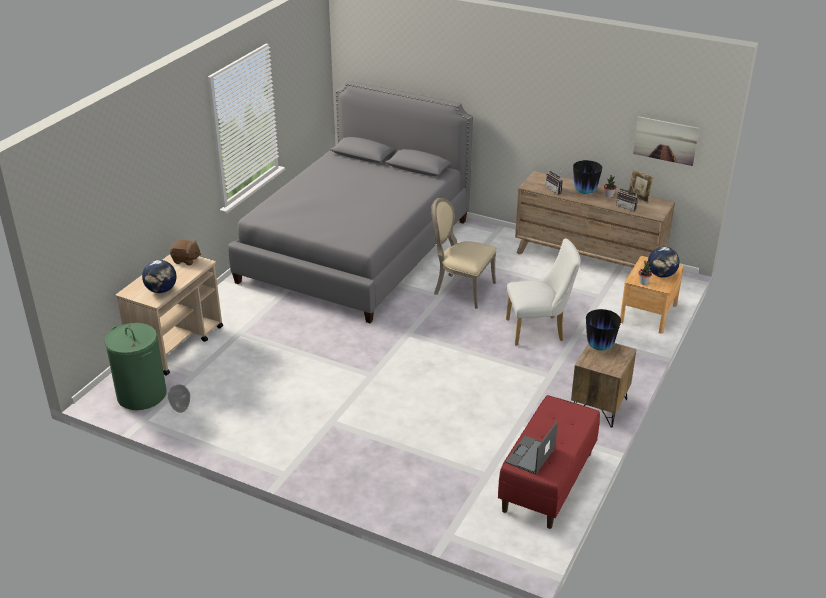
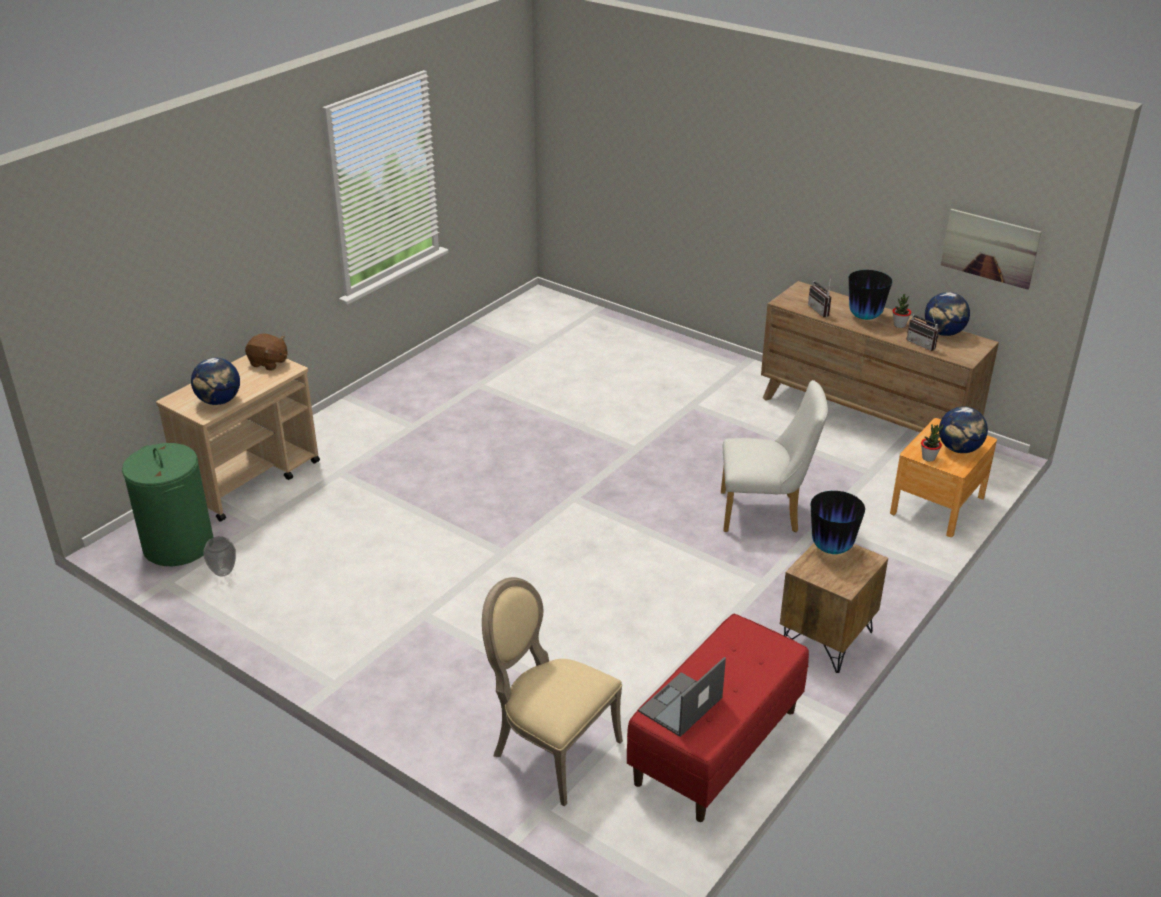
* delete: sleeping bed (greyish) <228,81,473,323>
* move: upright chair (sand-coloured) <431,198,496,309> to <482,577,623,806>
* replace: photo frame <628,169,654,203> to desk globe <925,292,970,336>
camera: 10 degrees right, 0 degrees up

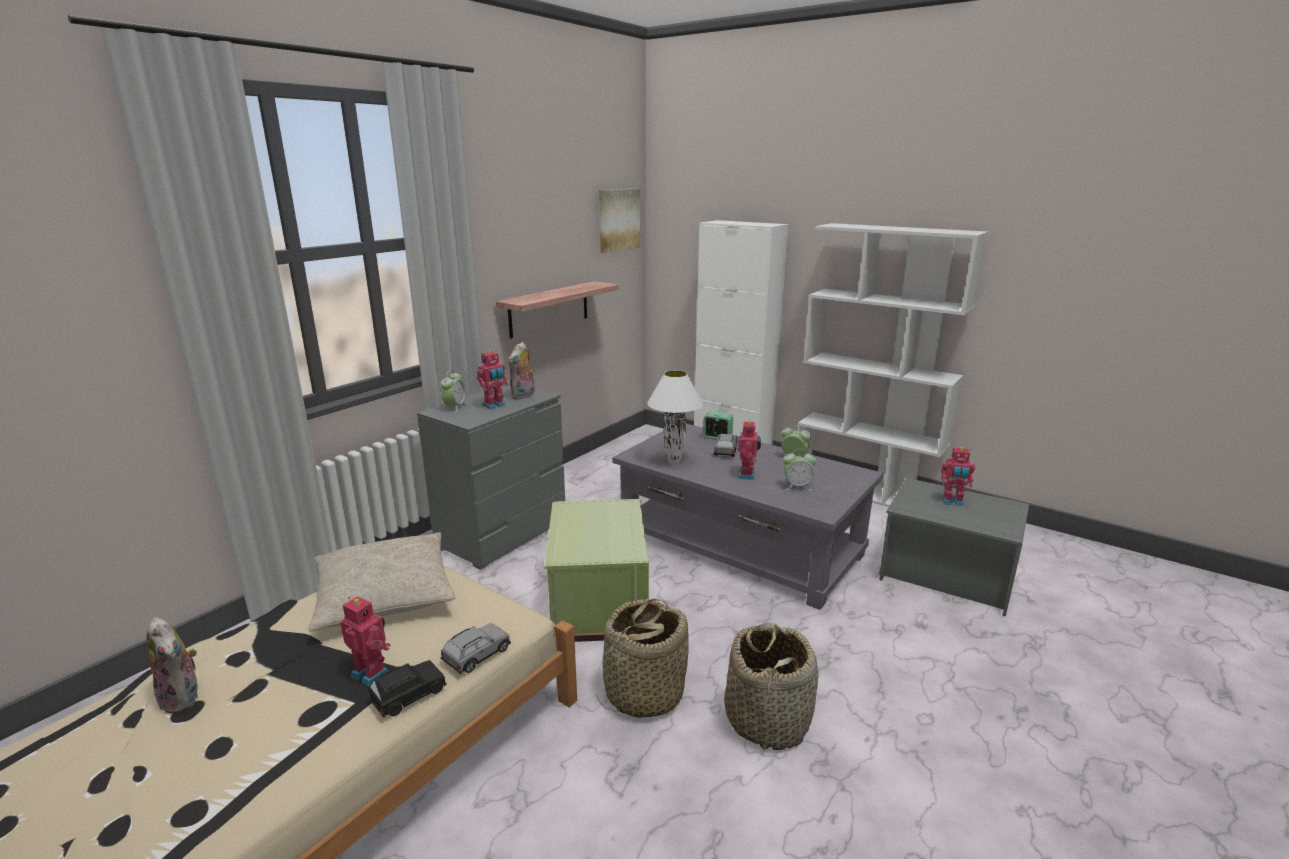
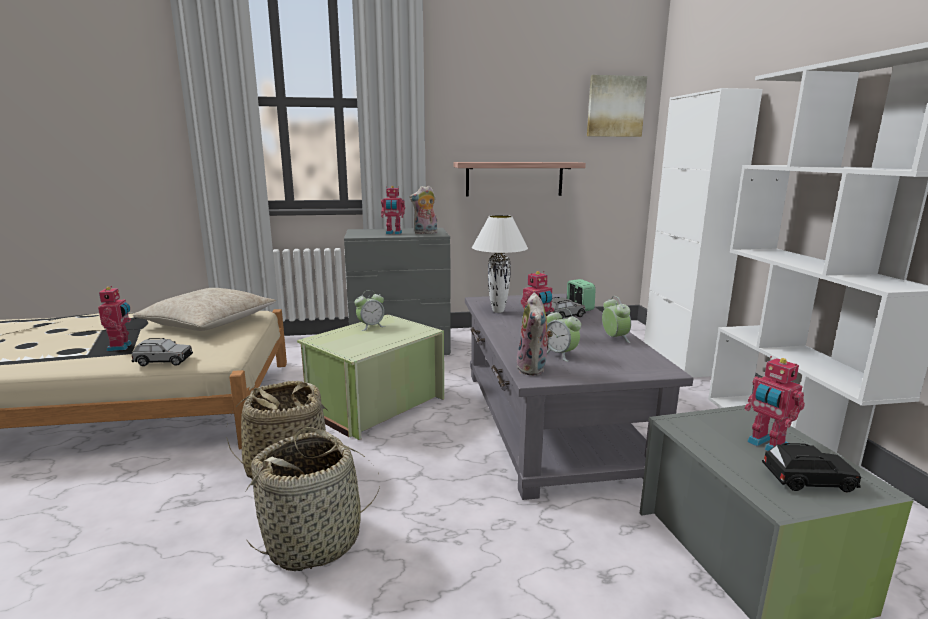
* move: plush toy <146,617,199,714> to <517,293,553,376>
* move: toy car (black) <367,660,447,717> to <762,443,861,492>
* move: alarm clock <441,370,467,413> to <355,290,385,331>
camera: 45 degrees right, 5 degrees down

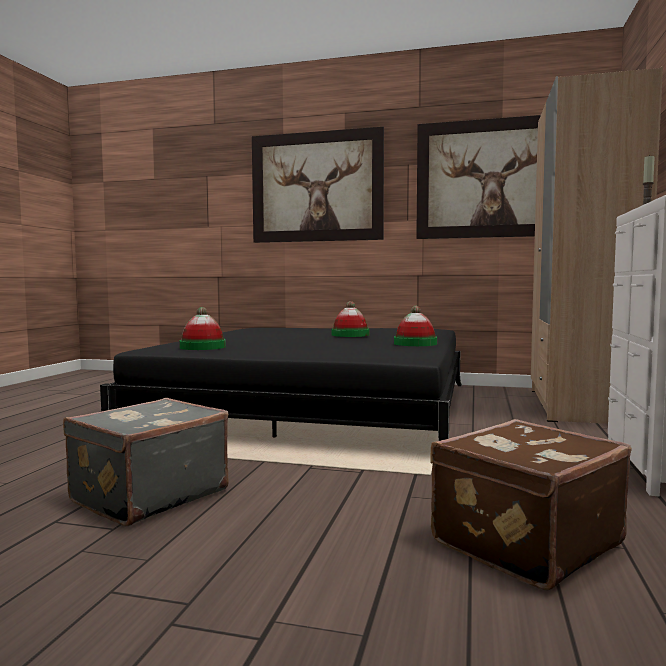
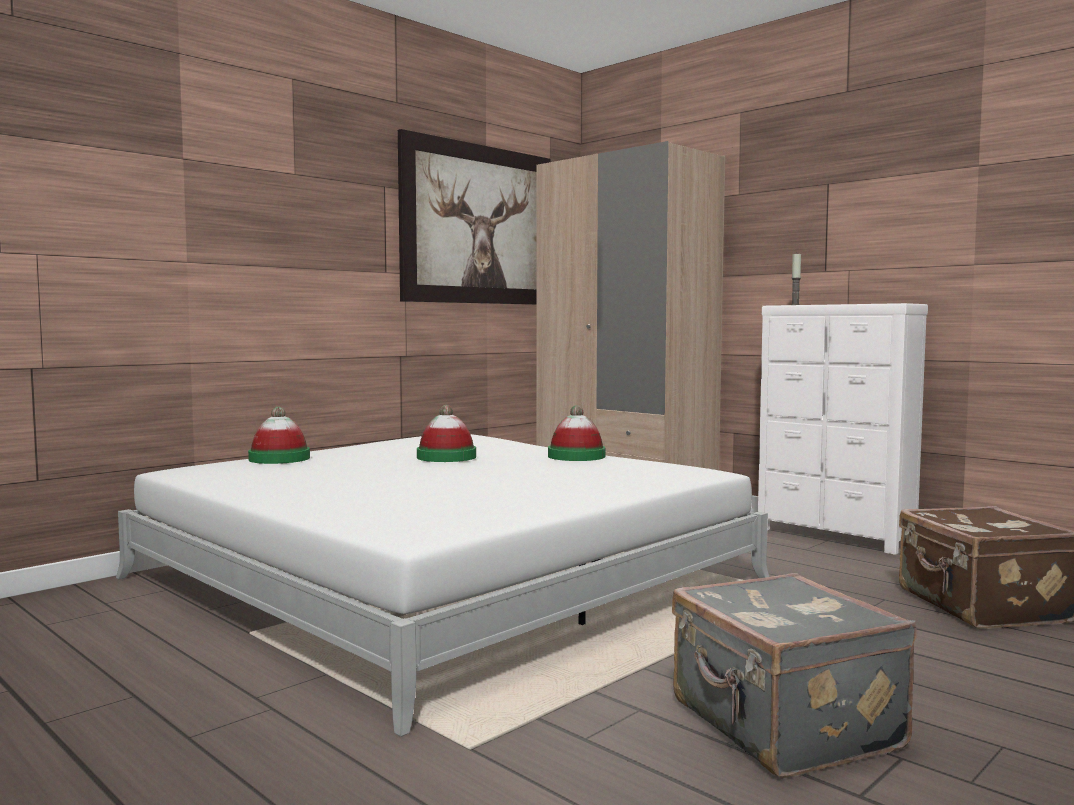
* delete: picture <252,127,384,243>
* move: clothing hat <179,307,226,350> to <248,407,310,464>
* recolor: sleeping bed (black) <100,328,462,441> to sleeping bed (white) <116,434,770,737>
camera: 60 degrees left, 0 degrees up

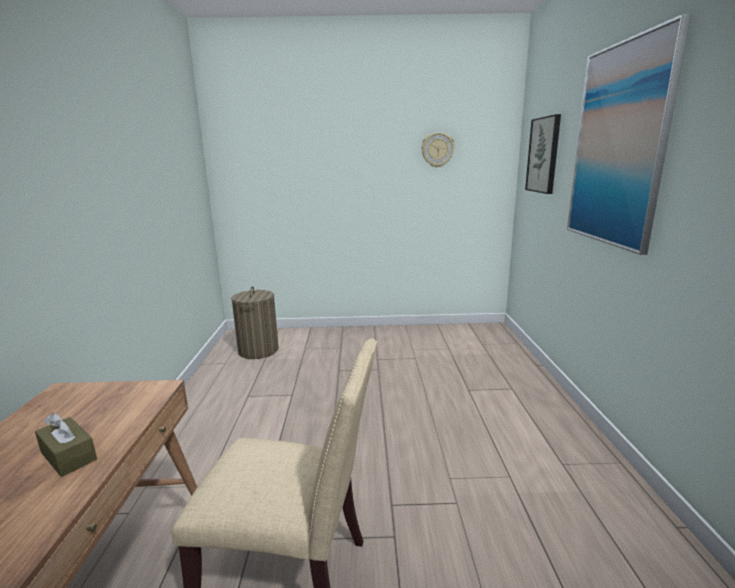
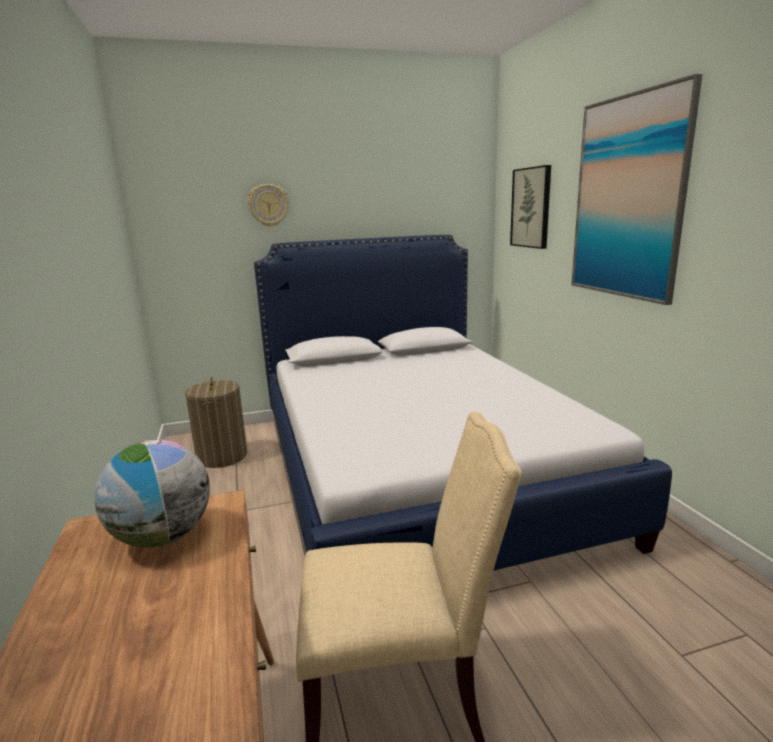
* delete: tissue box (brownish) <35,413,97,477>
* insert: desk globe <95,440,210,548>
* insert: sleeping bed <254,235,672,571>
* move: hanging clock <421,132,455,168> to <248,184,289,227>
camera: 15 degrees left, 0 degrees up

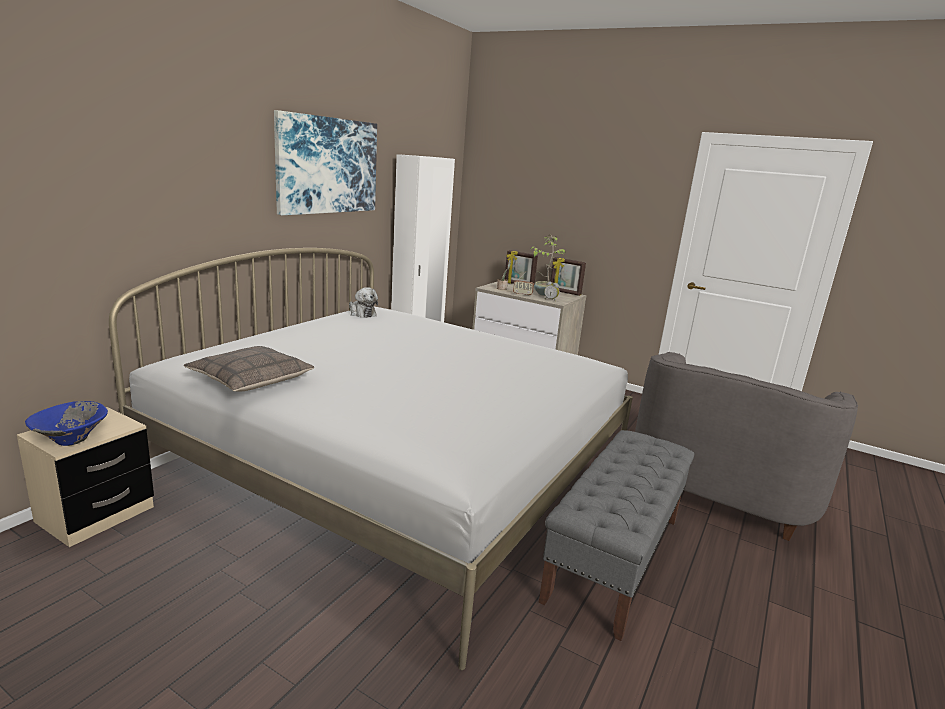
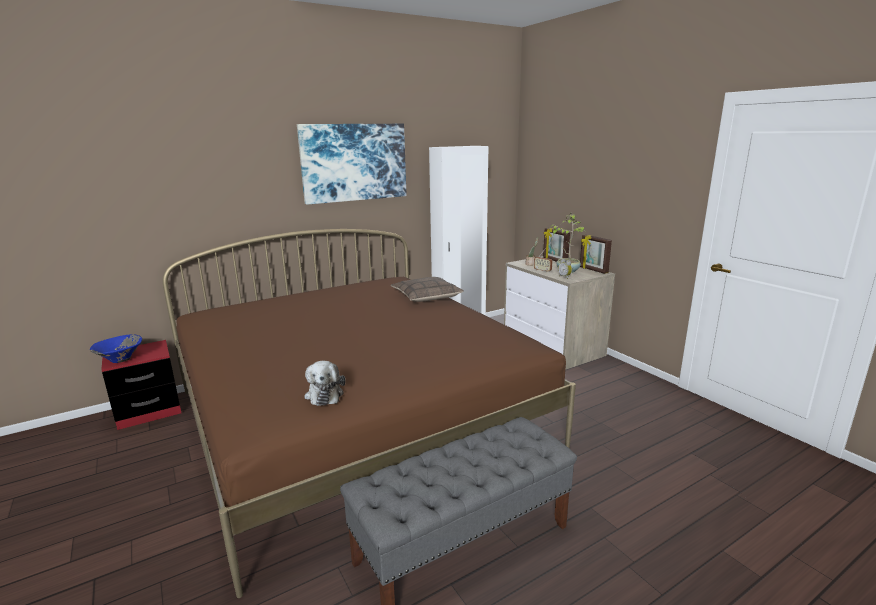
* delete: armchair (greyish) <635,352,858,541>
* move: pillow <184,346,314,392> to <391,277,464,302>
* move: plush toy <349,287,378,318> to <304,361,346,406>
* recolor: nightstand (sand-coloured) <17,407,154,547> to nightstand (red-coloured) <101,340,181,430>
* recolor: sleeping bed (white) <109,248,633,670> to sleeping bed (brownish) <163,229,576,598>
camera: 30 degrees right, 0 degrees up

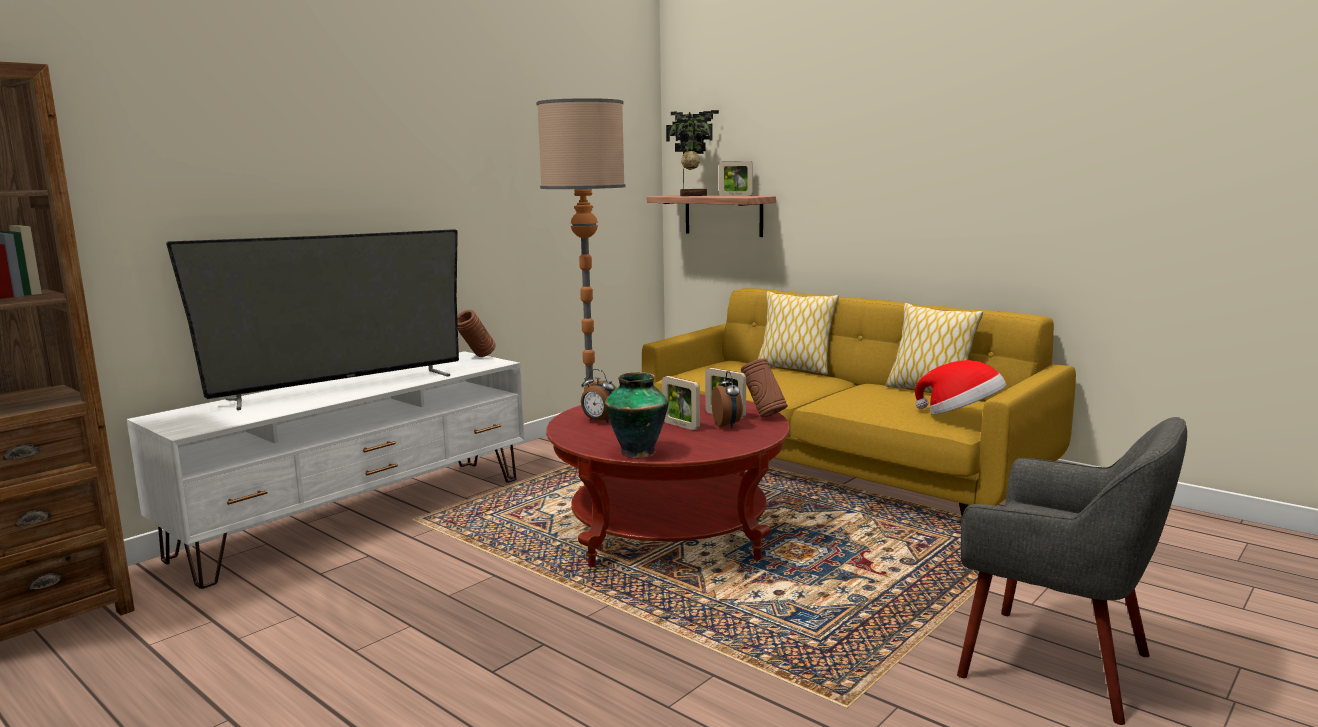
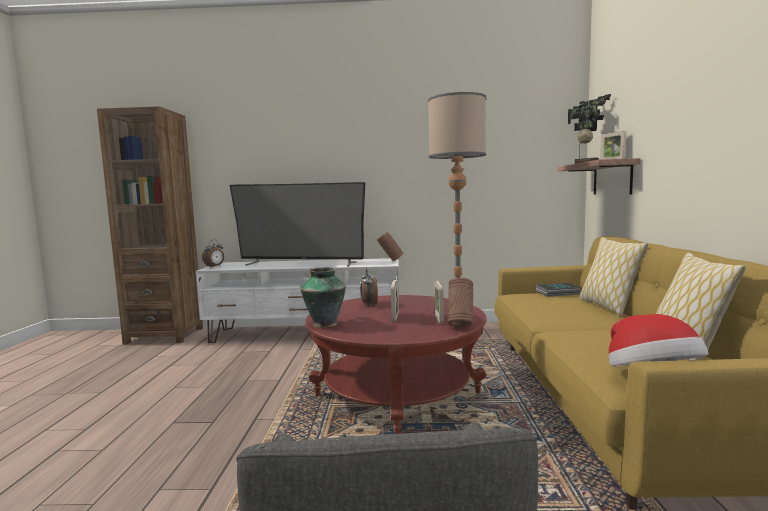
* insert: volume <536,283,582,297>
* move: alarm clock <711,371,742,428> to <202,240,224,268>
camera: 50 degrees right, 5 degrees down

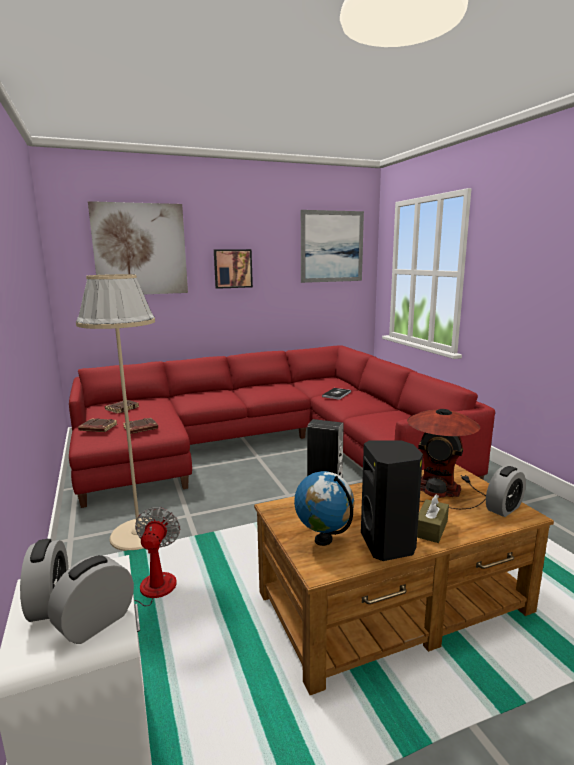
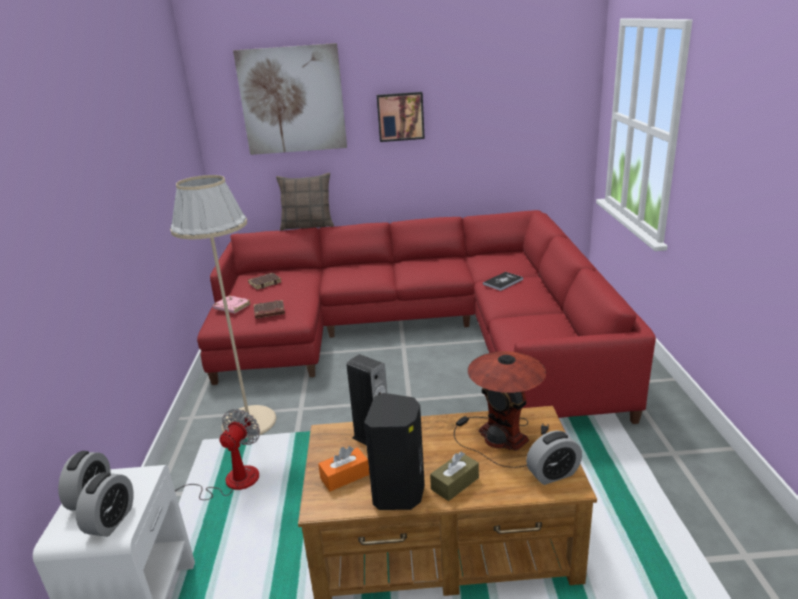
* delete: picture <301,210,364,283>
* insert: pillow <276,173,334,230>
* replace: desk globe <294,471,354,546> to tissue box (orangey) <318,446,370,492>
* recolor: volume (brownish) <78,418,117,432> to volume (pinkish) <212,296,250,314>
* rotate: alarm clock <48,555,134,644> = <76,472,133,537> 135 degrees clockwise
camera: 20 degrees right, 10 degrees up

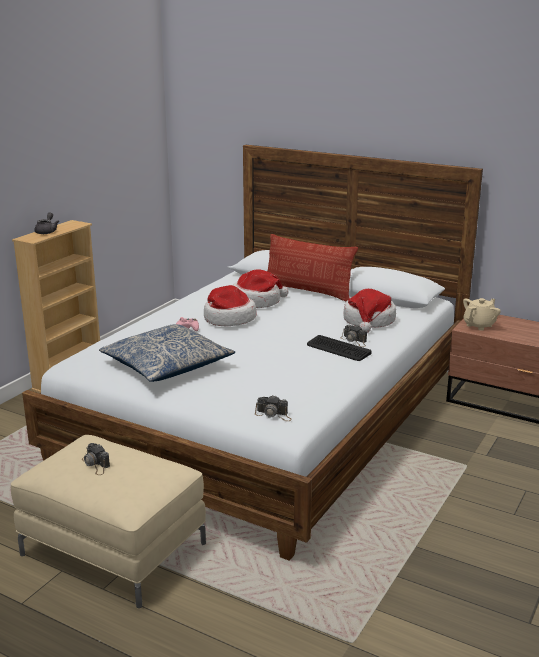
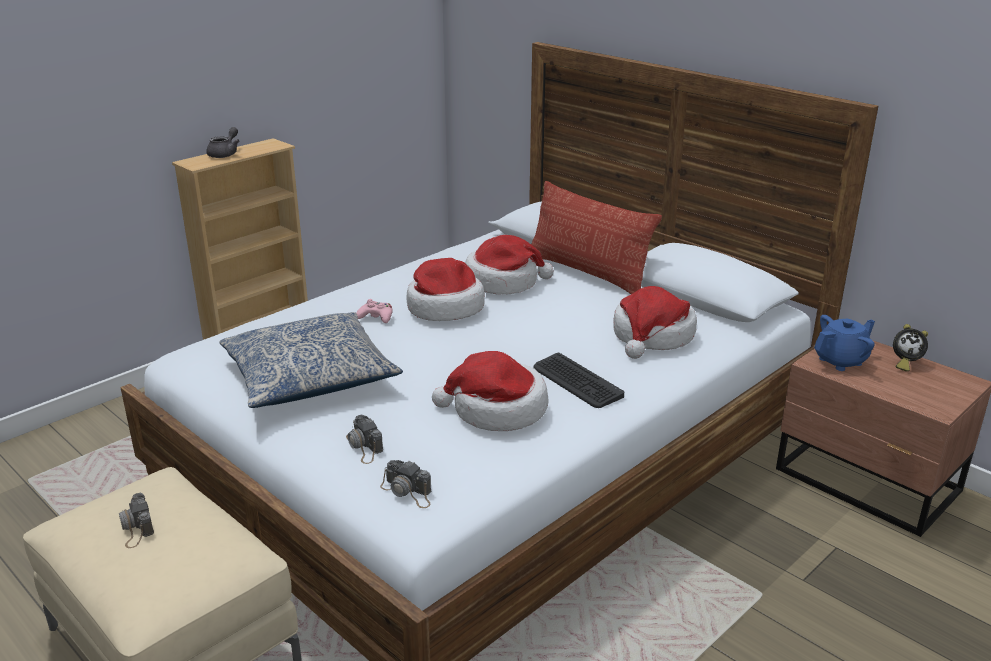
* insert: clothing hat <432,351,548,431>
* insert: alarm clock <893,324,928,371>
* move: still camera <341,325,367,347> to <346,415,383,464>
* recolor: teapot (sand-coloured) <463,298,501,331> to teapot (blue-coloured) <814,315,875,371>
camera: 15 degrees right, 5 degrees up

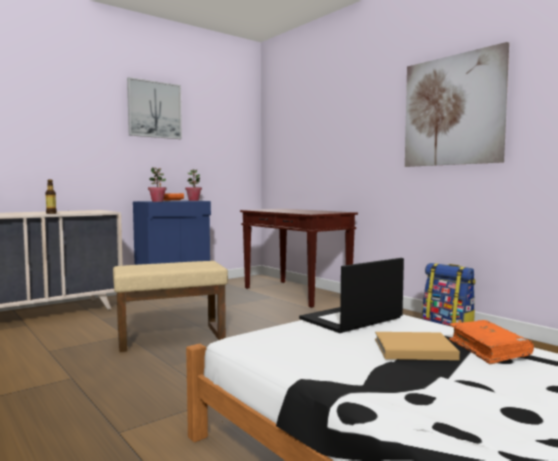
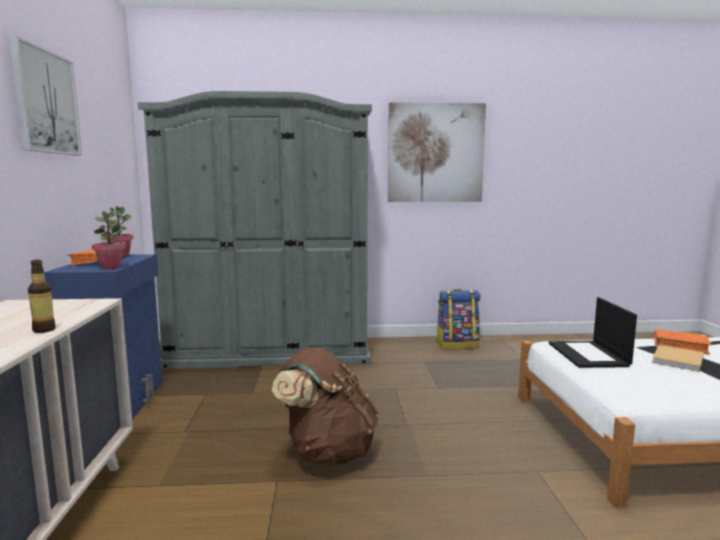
* replace: ottoman (sand-coloured) <113,261,228,352> to rucksack (brownish) <272,347,379,464>
* replace: narrow table (brownish) <240,209,358,308> to wardrobe (greyish) <138,91,372,369>
camera: 55 degrees left, 5 degrees up

